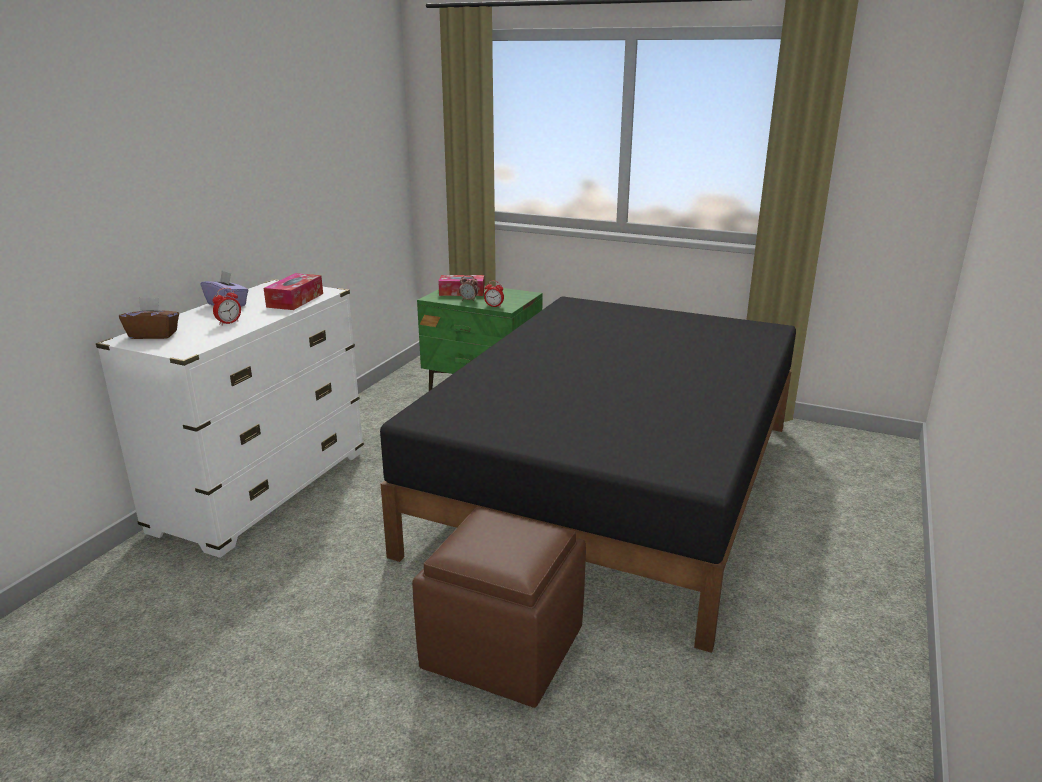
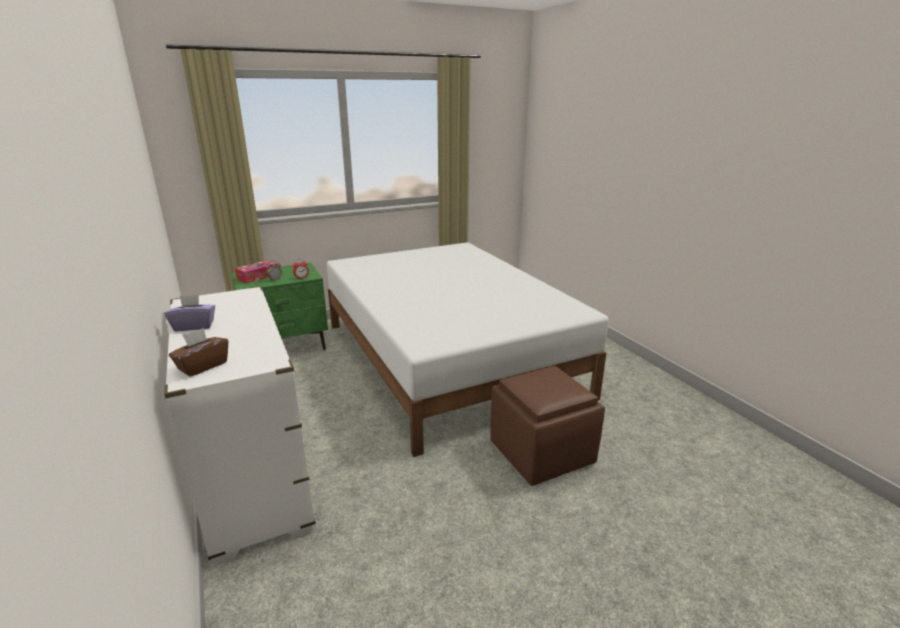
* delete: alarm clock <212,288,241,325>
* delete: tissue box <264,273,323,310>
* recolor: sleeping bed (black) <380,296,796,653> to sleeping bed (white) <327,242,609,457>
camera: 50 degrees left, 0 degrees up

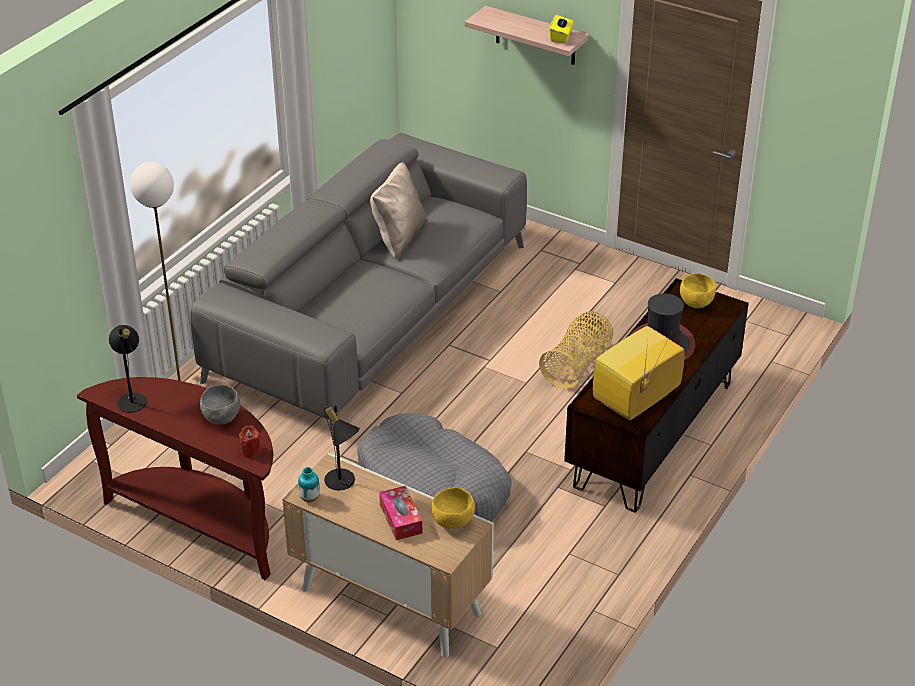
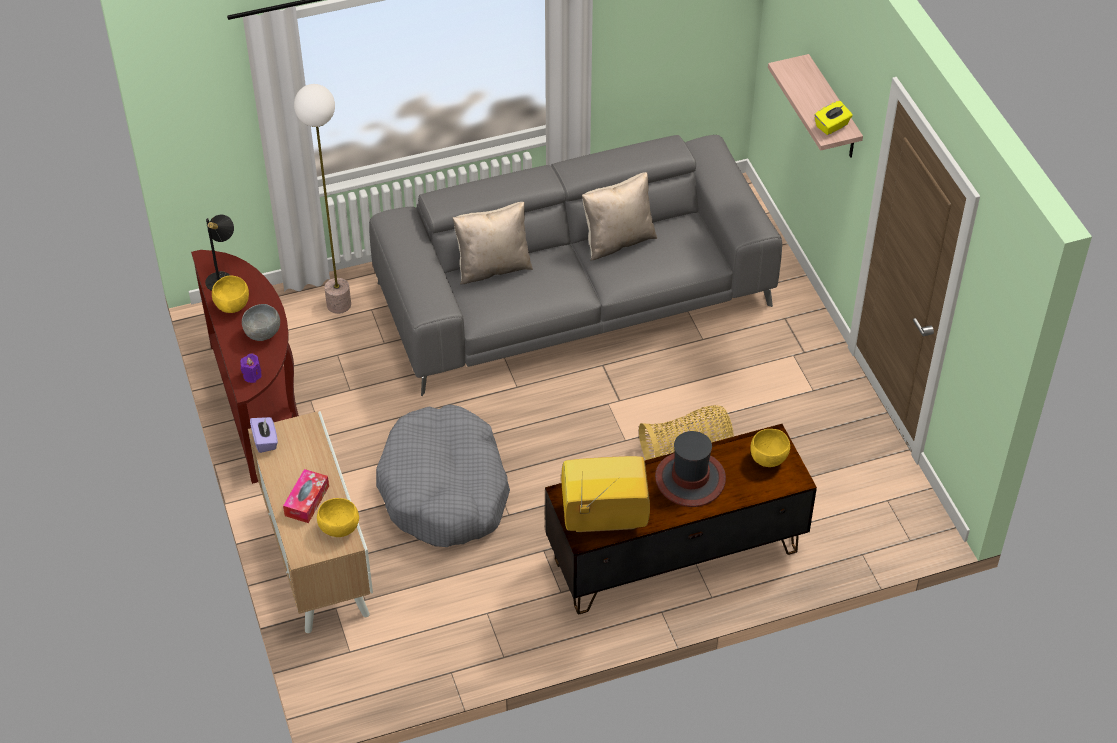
* delete: lamp for a table (black) <324,404,360,491>
* insert: bowl (yellowish) <212,275,249,313>
* insert: pillow (sand-coloured) <453,202,533,284>
* replace: decorative vase <298,467,320,502> to tissue box (purplish) <250,417,278,453>
* recolor: candle (red-coloured) <239,426,261,458> to candle (purplish) <240,353,262,383>
camera: 40 degrees right, 10 degrees up

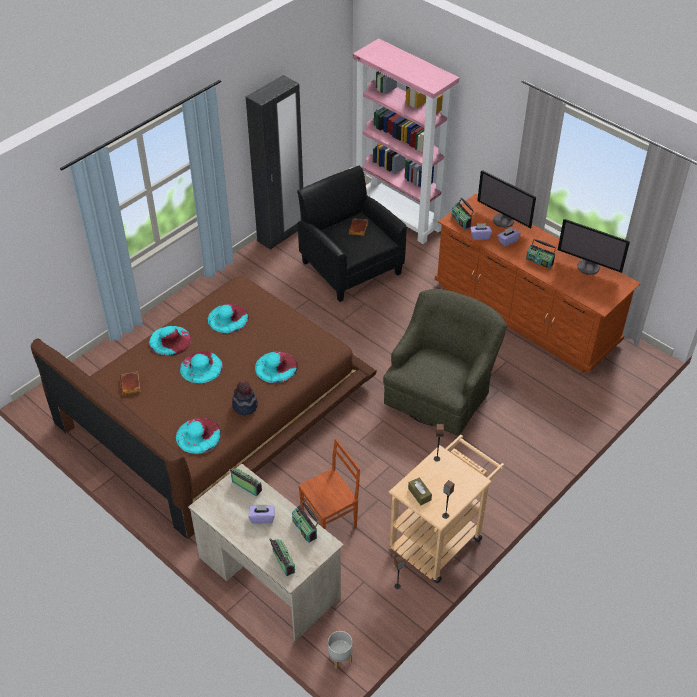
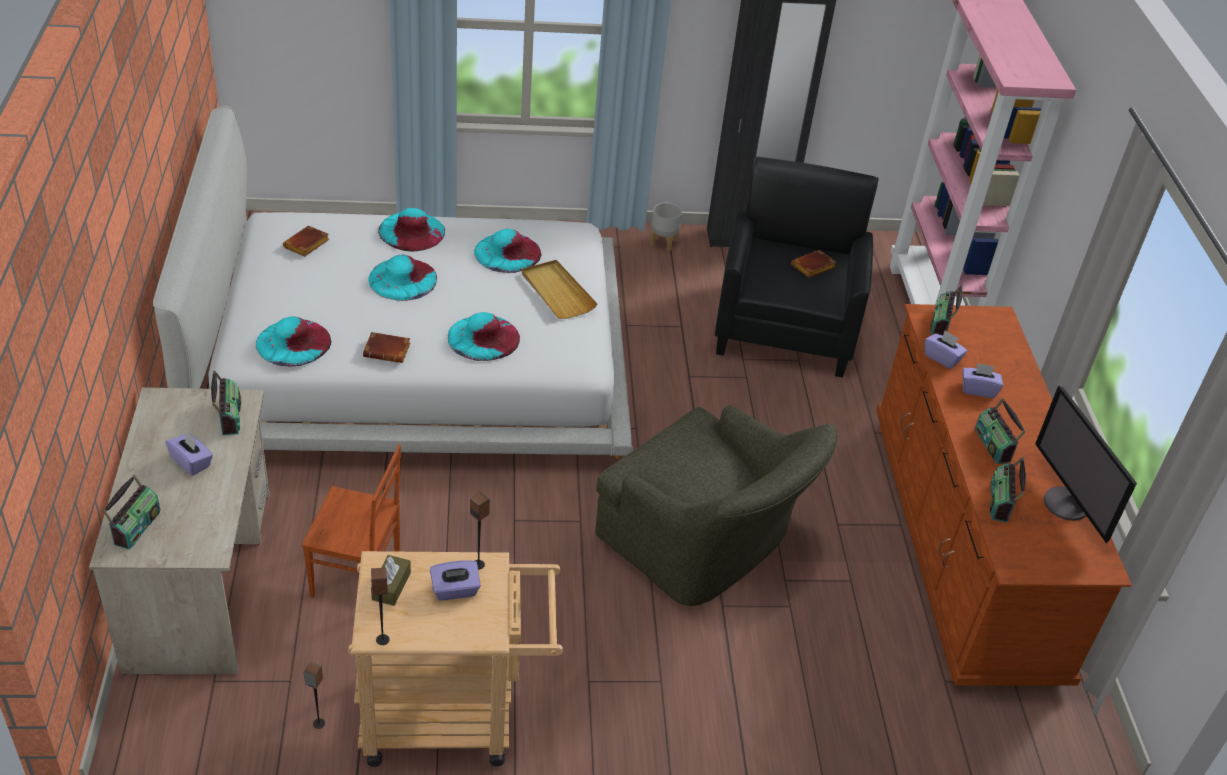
* delete: computer display <477,171,536,228>
* insert: tissue box (purplish) <430,560,481,601>
* insert: tray (sand-coloured) <522,260,597,319>
* move: radio <292,501,318,542> to <990,457,1026,523>
* move: flower pot (greyish) <328,631,352,669> to <650,203,682,251>
* replace: clothing hat <232,381,258,416> to volume (brownish) <363,332,410,363>
* recolor: sleeping bed (brownish) <31,276,377,539> to sleeping bed (white) <153,106,633,459>
* rotate: armchair (greenish) <383,289,507,436> = <595,405,838,606> 60 degrees clockwise
camera: 40 degrees right, 5 degrees down

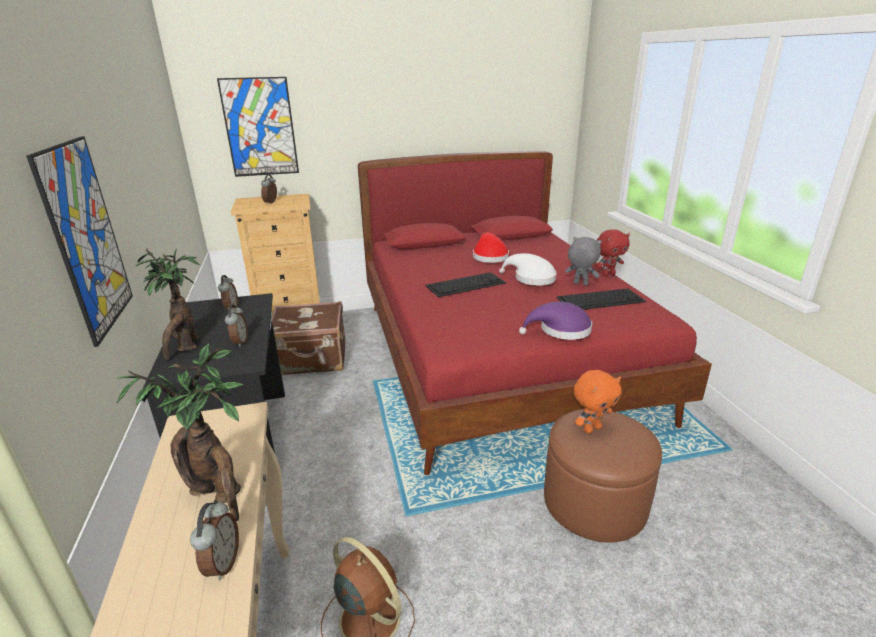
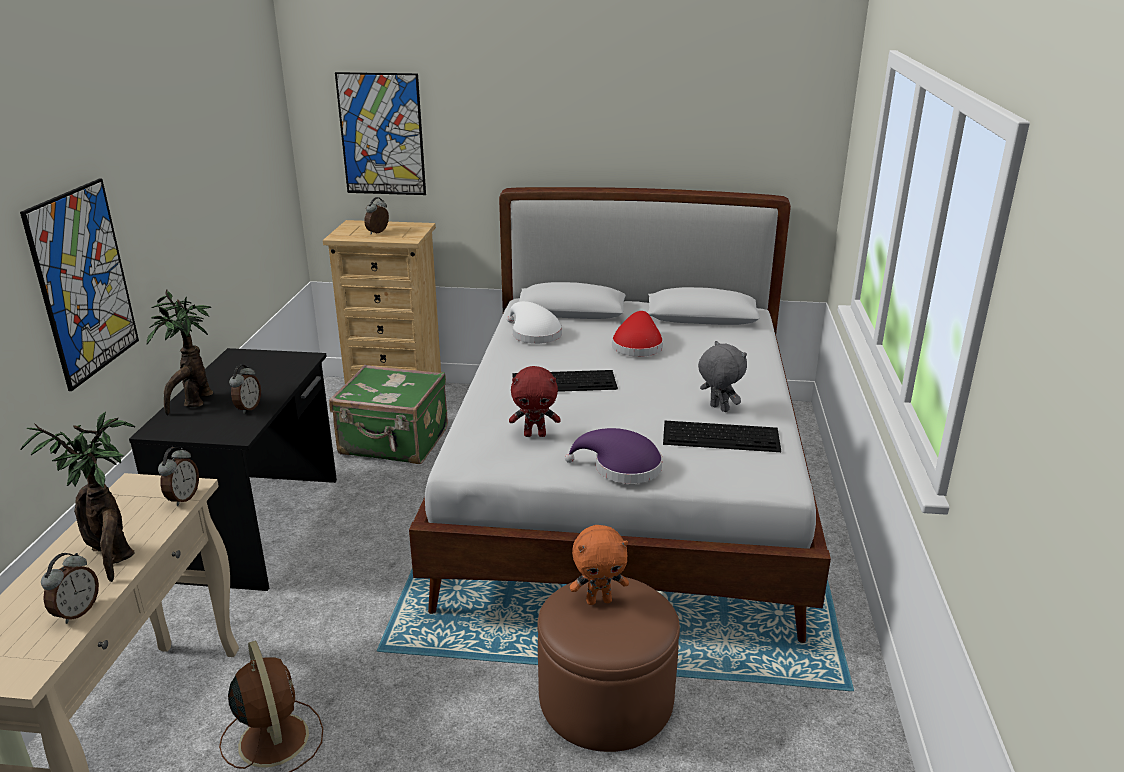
* move: alarm clock <218,275,238,310> to <158,447,199,506>
* move: clothing hat (white) <499,253,557,286> to <507,301,562,344>
* move: plush toy (red-coloured) <595,229,630,276> to <509,366,561,437>
* recolor: travel case (brownish) <272,301,346,375> to travel case (greenish) <329,365,448,464>
* recolor: sleeping bed (red-coloured) <358,151,712,475> to sleeping bed (white) <409,187,831,643>
camera: 20 degrees right, 0 degrees up

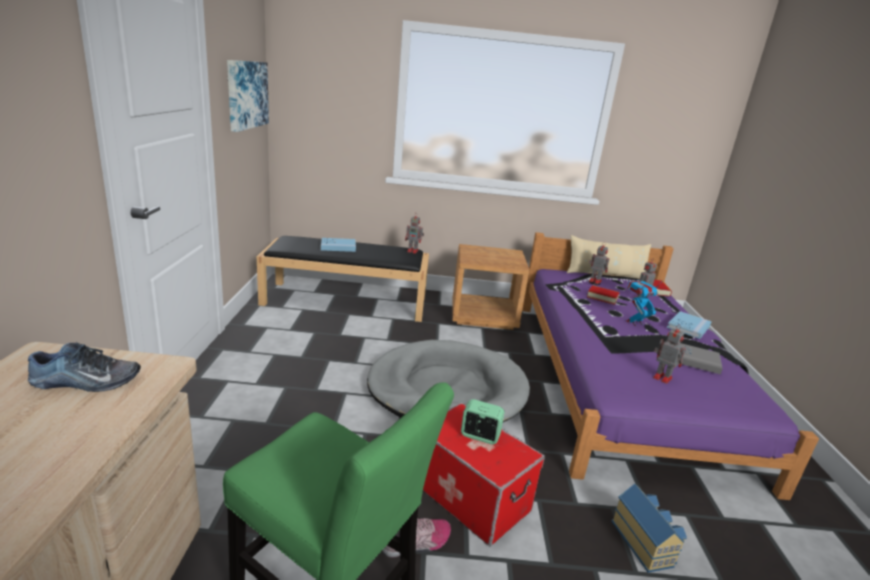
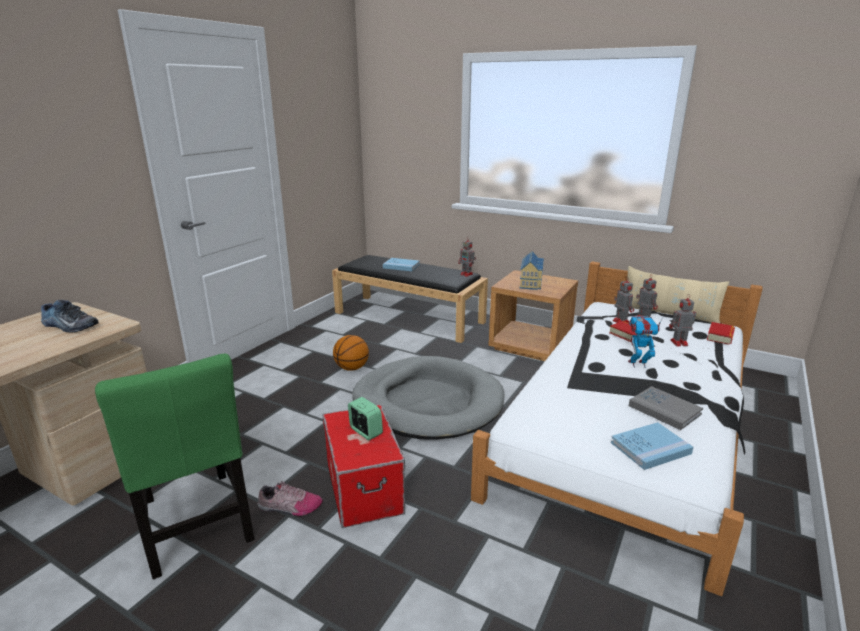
* delete: picture <227,60,269,132>
* insert: ball for basketball <333,335,369,371>
* move: model house <612,484,687,573> to <520,251,544,290>
* move: robot figure <653,325,686,384> to <612,278,634,323>
* move: volume (blue-coloured) <667,311,712,339> to <611,422,694,470>
* recolor: sleeping bed (purplish) <522,232,819,500> to sleeping bed (white) <471,262,763,596>
camera: 30 degrees right, 0 degrees up

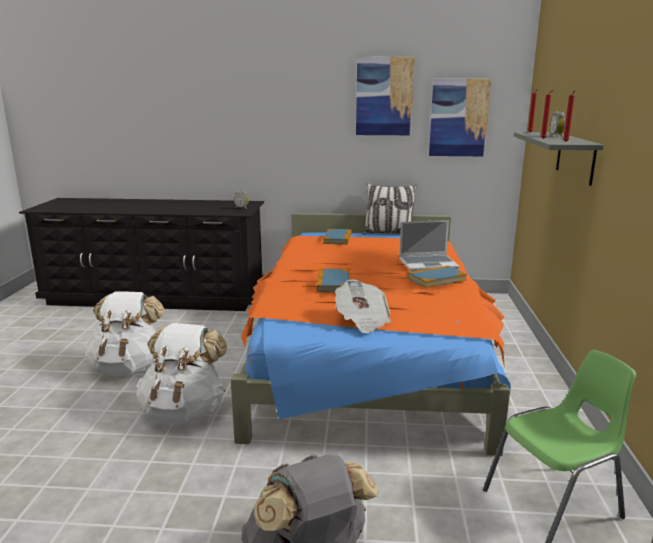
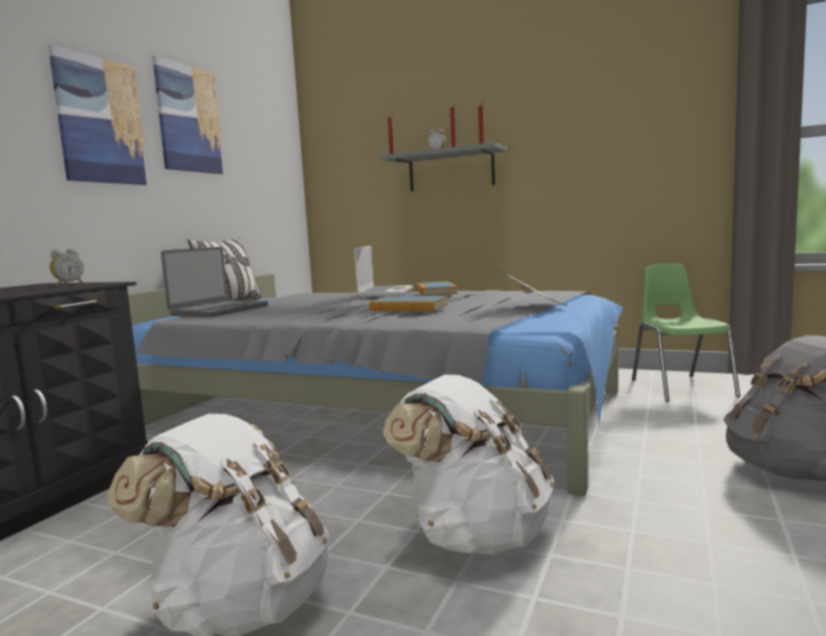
* move: picture <429,79,491,156> to <48,45,148,185>
* replace: volume <323,229,352,245> to portable computer <161,247,268,317>
* recolor: sleeping bed (orangey) <231,213,511,456> to sleeping bed (greyish) <128,273,624,496>
camera: 70 degrees left, 10 degrees down

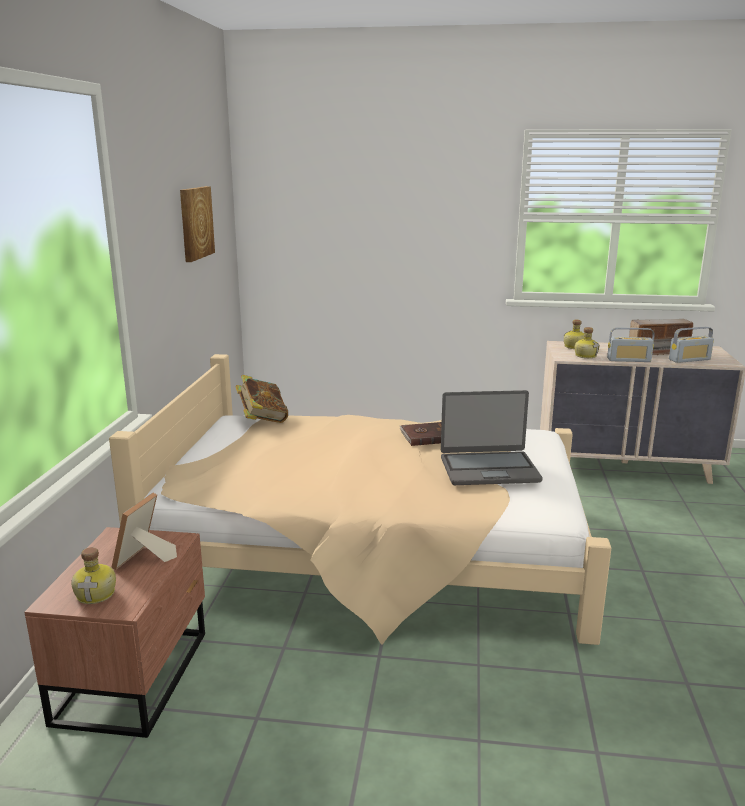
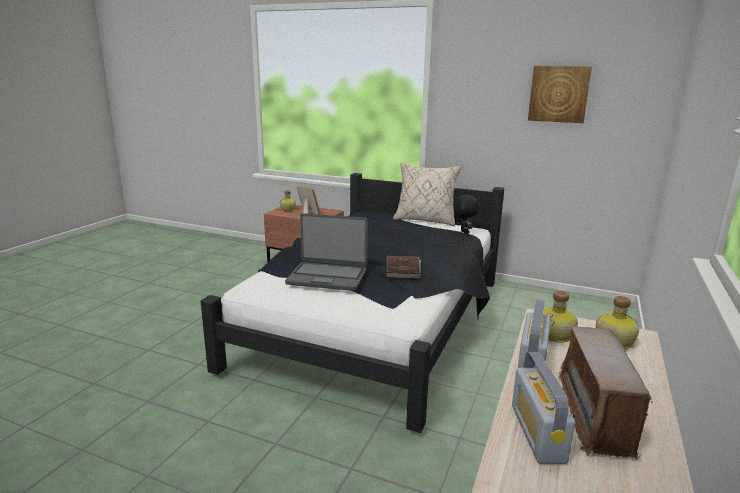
* insert: pillow (sand-coloured) <393,163,462,226>
* replace: volume <236,375,288,423> to plush toy (black) <454,195,479,234>
* recolor: sleeping bed (sand-coloured) <109,354,611,645> to sleeping bed (black) <201,173,504,433>
* rotate: portable computer <441,390,542,485> = <285,213,368,291> 90 degrees counterclockwise
camera: 105 degrees right, 0 degrees up

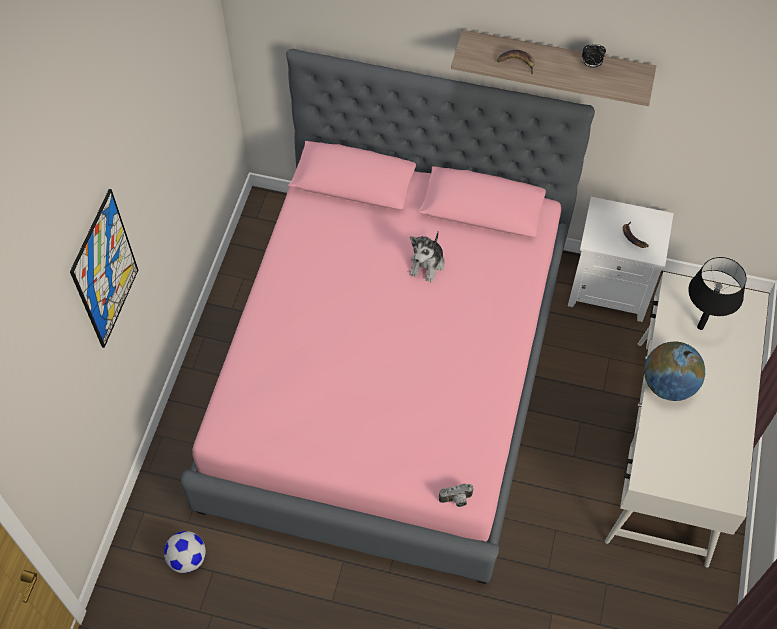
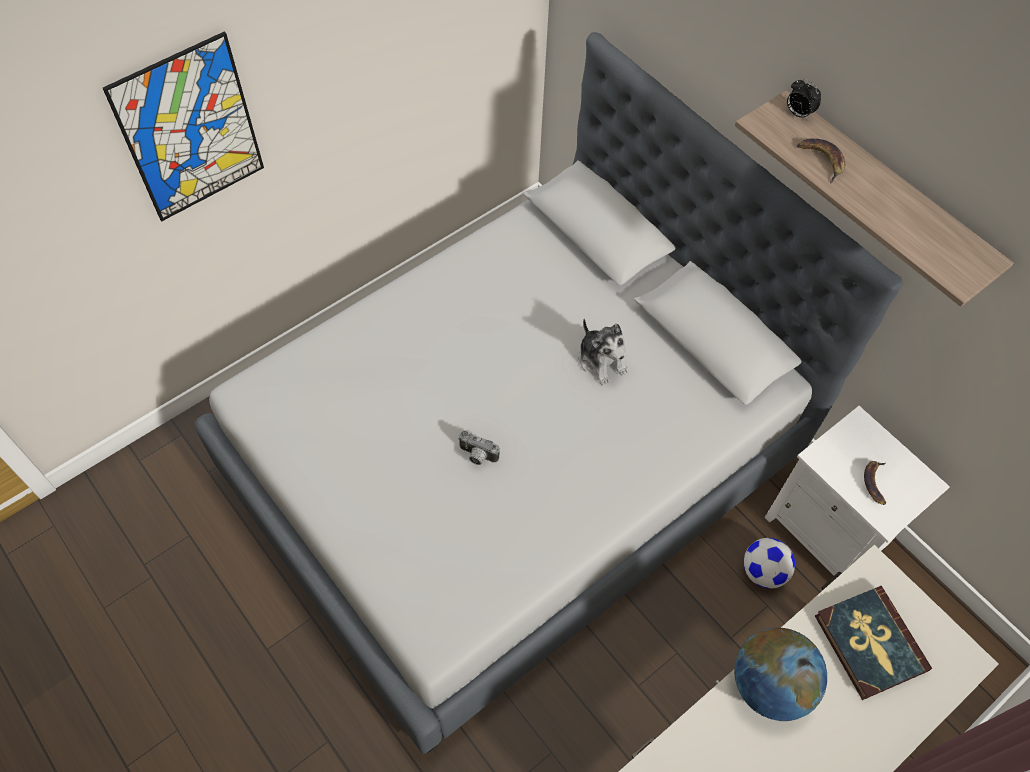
* move: ball for football <164,531,206,573> to <744,538,795,588>
* move: still camera <439,483,474,507> to <458,431,500,465>
* move: alarm clock <582,44,606,68> to <787,79,821,120>
* replace: lamp for a table (black) <688,257,747,330> to volume <815,586,932,700>
* recolor: sleeping bed (pinkish) <181,48,595,584> to sleeping bed (greyish) <195,32,903,755>
* rotate: plush toy <409,231,445,282> = <579,319,629,385> 90 degrees counterclockwise
camera: 35 degrees right, 0 degrees up

